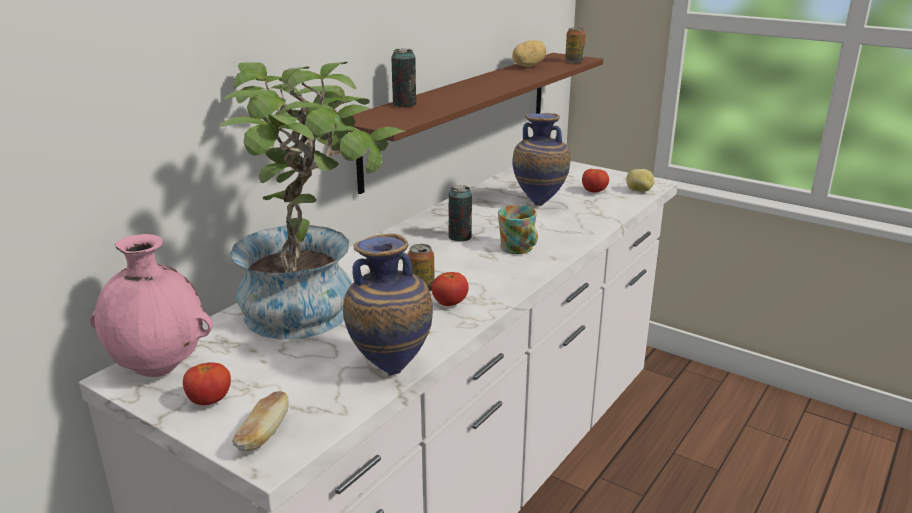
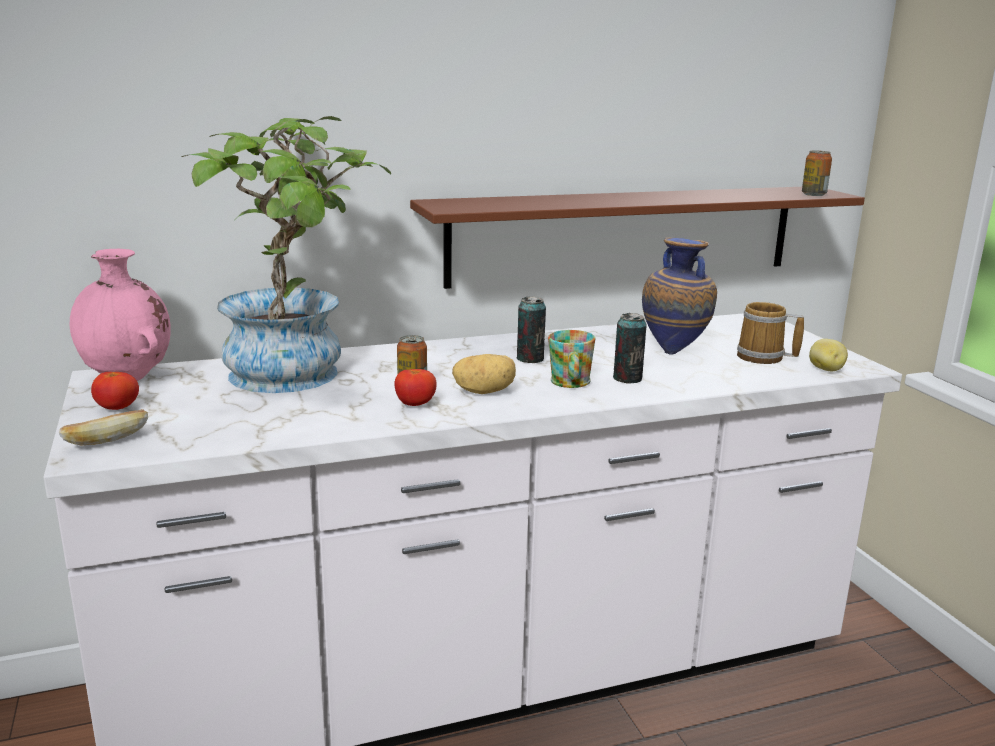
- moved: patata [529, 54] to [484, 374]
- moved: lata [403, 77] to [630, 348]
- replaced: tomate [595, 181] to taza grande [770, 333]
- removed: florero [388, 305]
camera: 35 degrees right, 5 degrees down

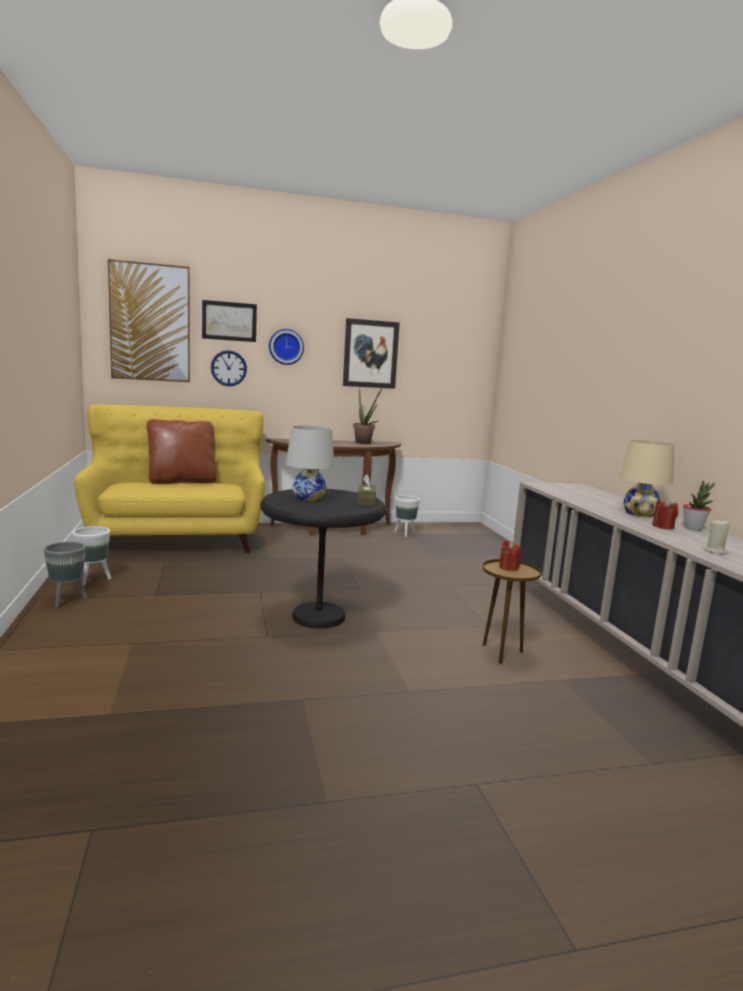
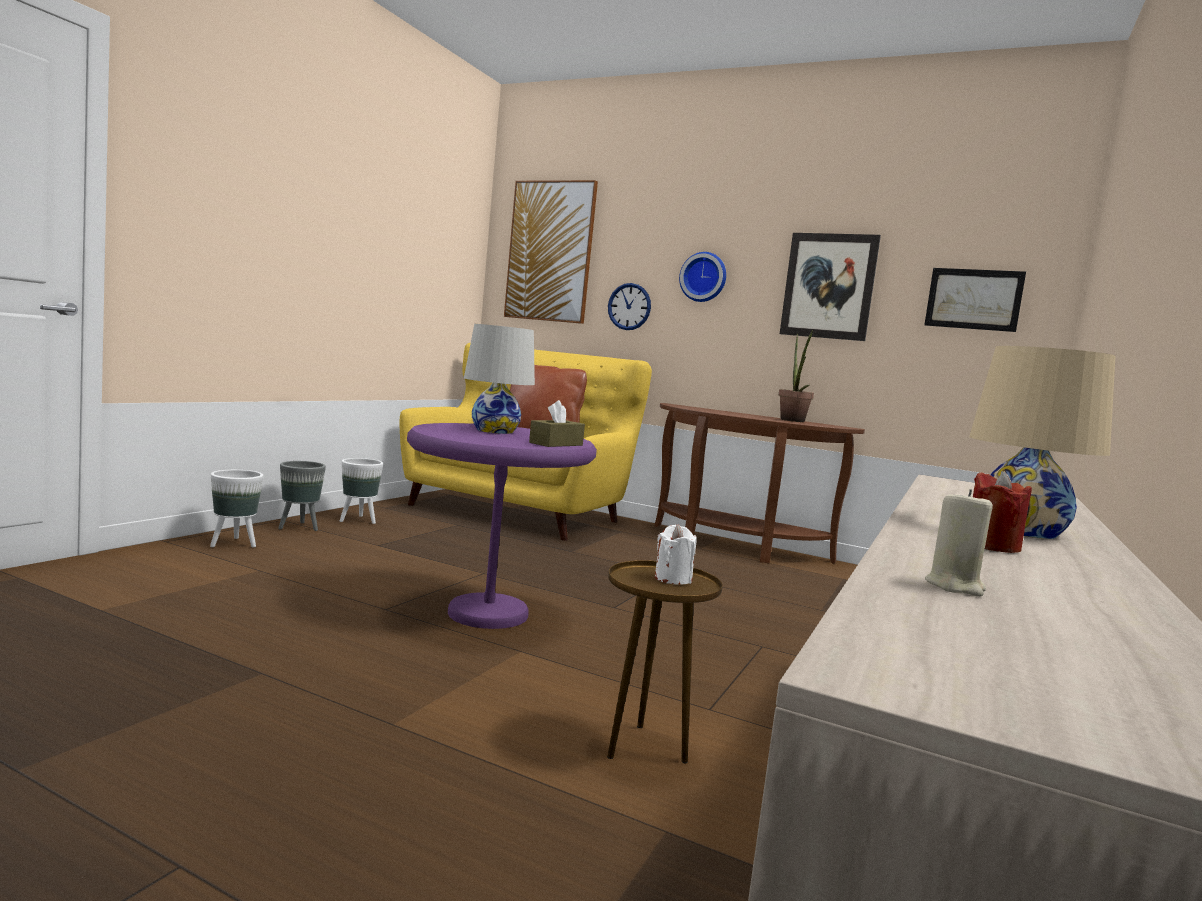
- moved: maceta (blanco) [407, 516] to [236, 508]
- recoloured: mesa auxiliar (negro) [323, 559] to mesa auxiliar (morado) [502, 526]
- recoloured: vela (rojo) [510, 556] to vela (blanco) [676, 554]
- moved: cuadro [229, 321] to [975, 300]
- removed: planta en maceta [698, 505]
camera: 40 degrees right, 5 degrees down

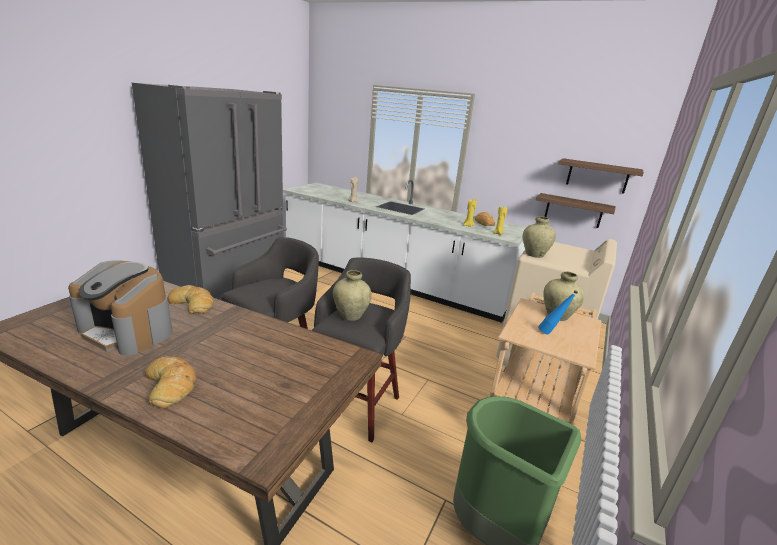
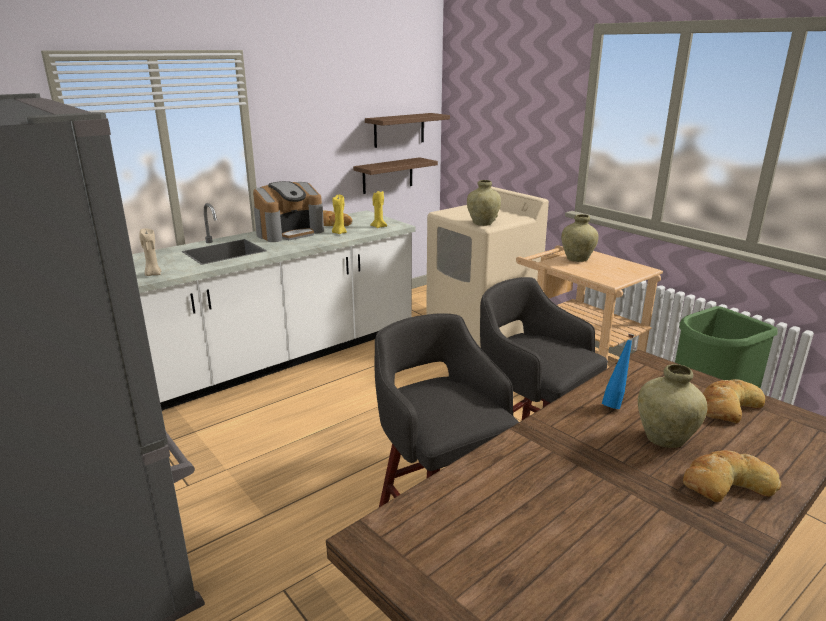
- moved: cafetera [120, 308] to [288, 211]
- moved: botella (azul) [558, 312] to [618, 371]
- moved: florero (beis) [352, 295] to [673, 406]
- moved: pan [191, 299] to [734, 401]
camera: 65 degrees left, 0 degrees up

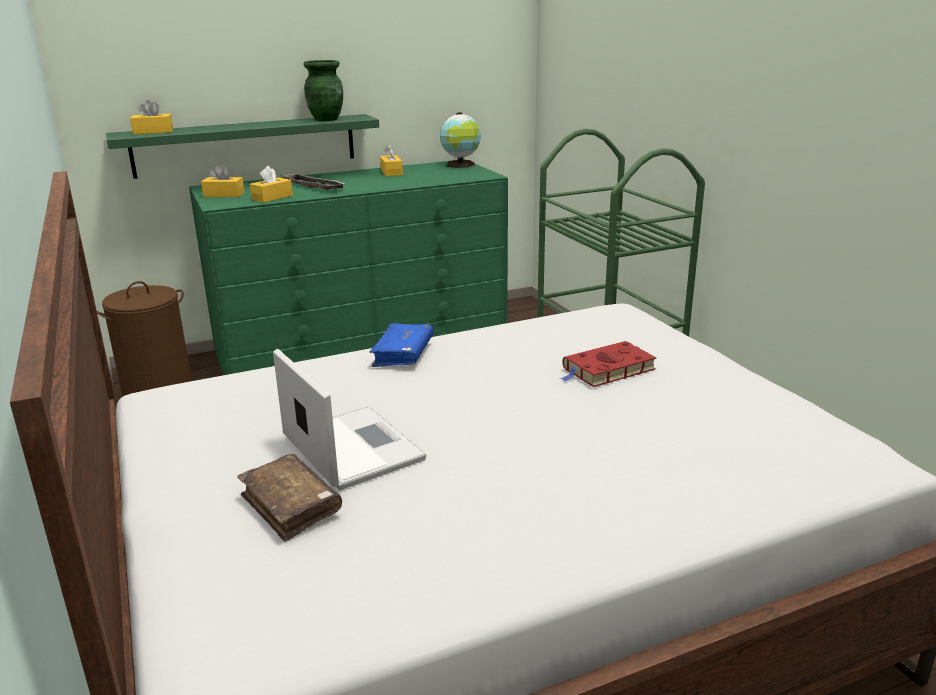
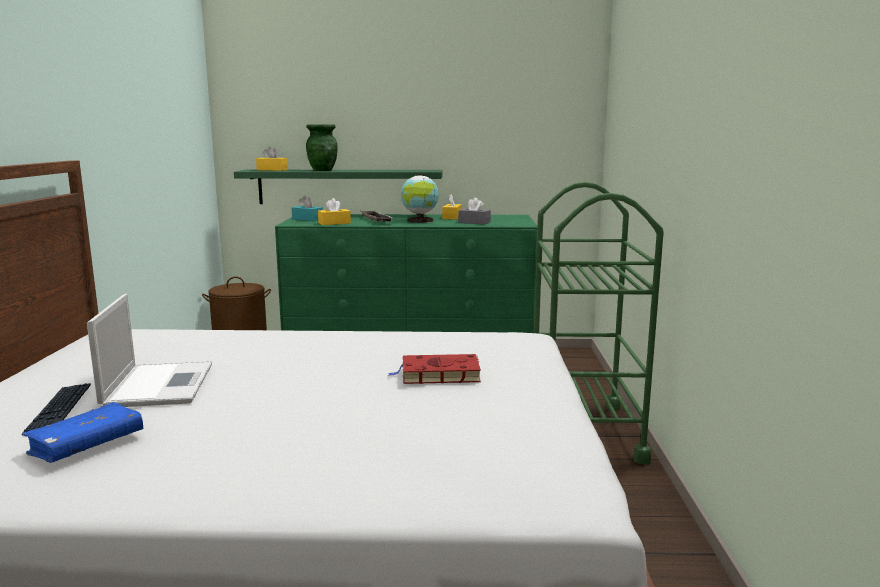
- moved: libro (azul) [401, 345] to [82, 432]
- replaced: libro (marrón) [289, 498] to teclado [57, 407]
- recoloured: caja de pañuelos (amarillo) [223, 180] to caja de pañuelos (turquesa) [307, 208]
- moved: florero (verde) [323, 90] to [322, 147]
- moved: globo terráqueo [460, 140] to [420, 198]
- added: caja de pañuelos (gris) [474, 211]
camera: 25 degrees right, 10 degrees down

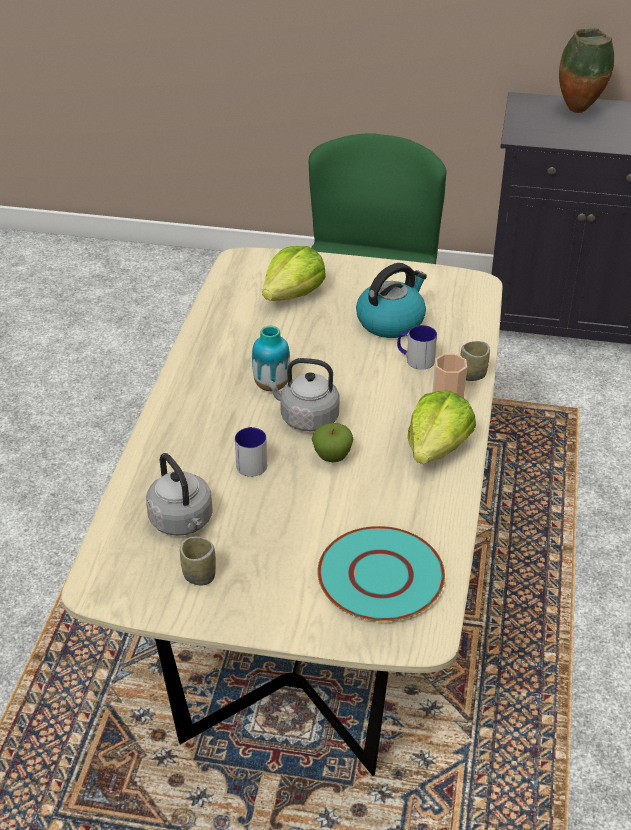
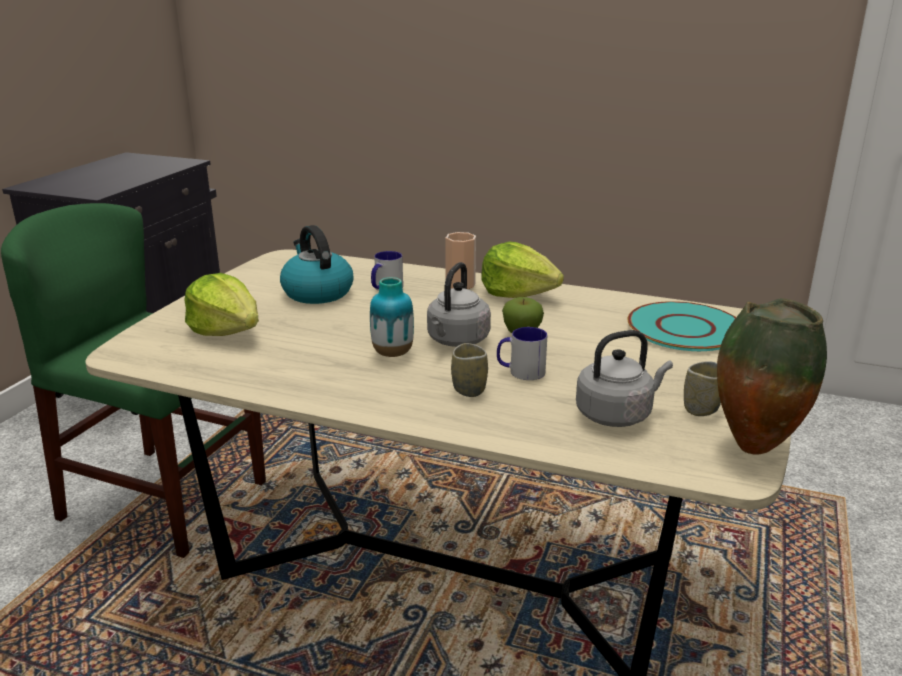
- moved: taza [475, 361] to [469, 370]
- moved: florero [586, 70] to [772, 376]
camera: 80 degrees left, 15 degrees down

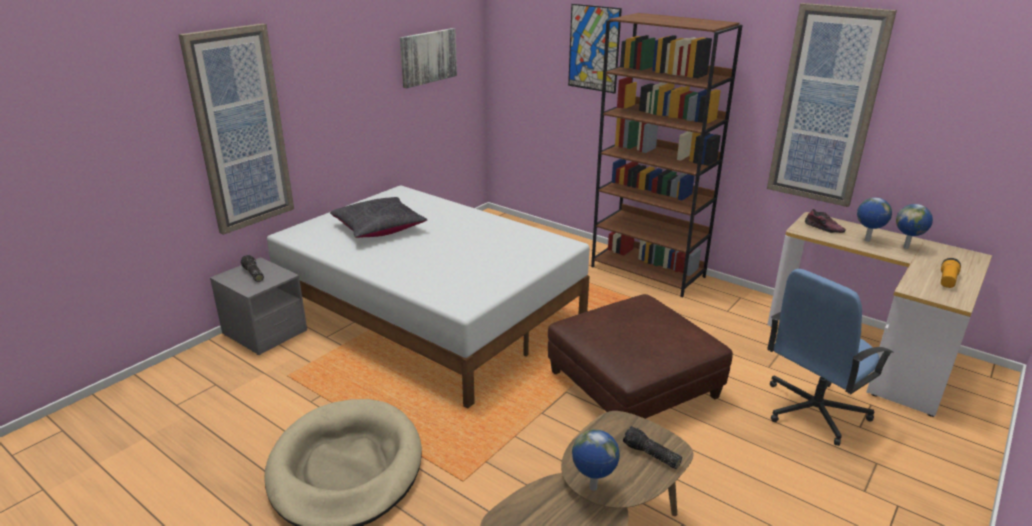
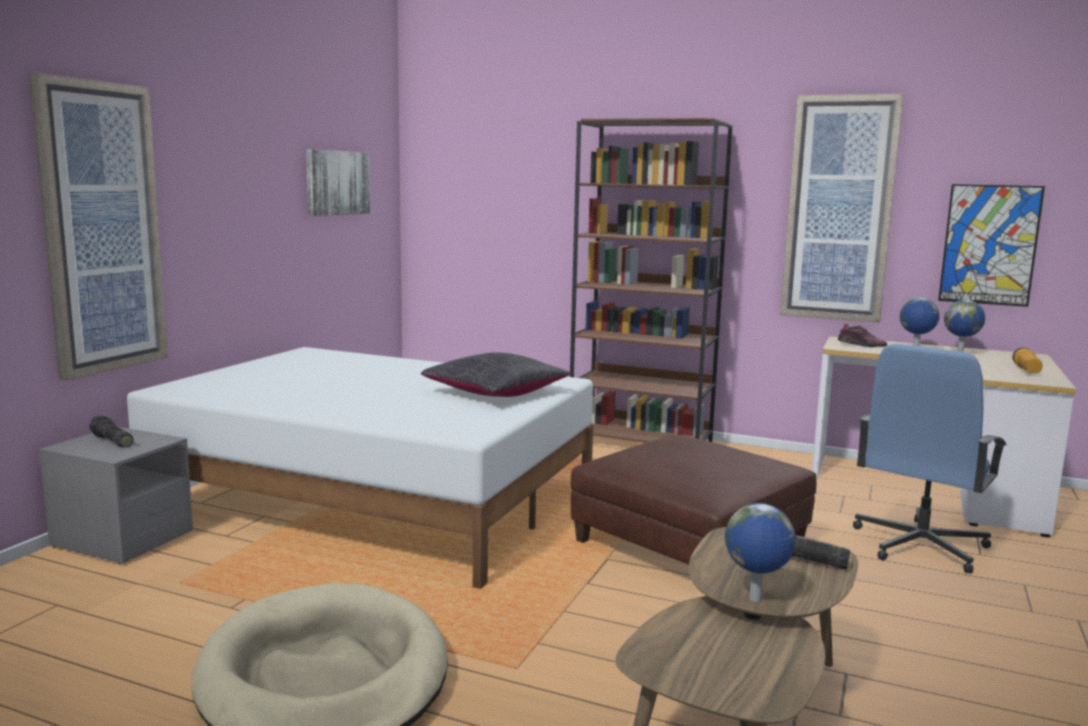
- moved: cojín (negro) [378, 217] to [496, 374]
- moved: cuadro [595, 49] to [991, 245]
camera: 15 degrees left, 15 degrees down

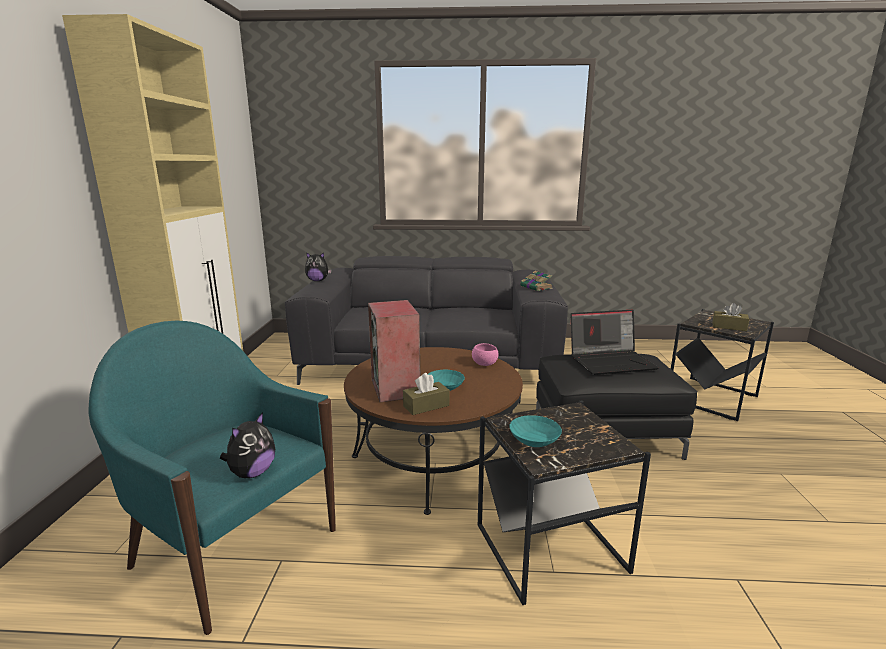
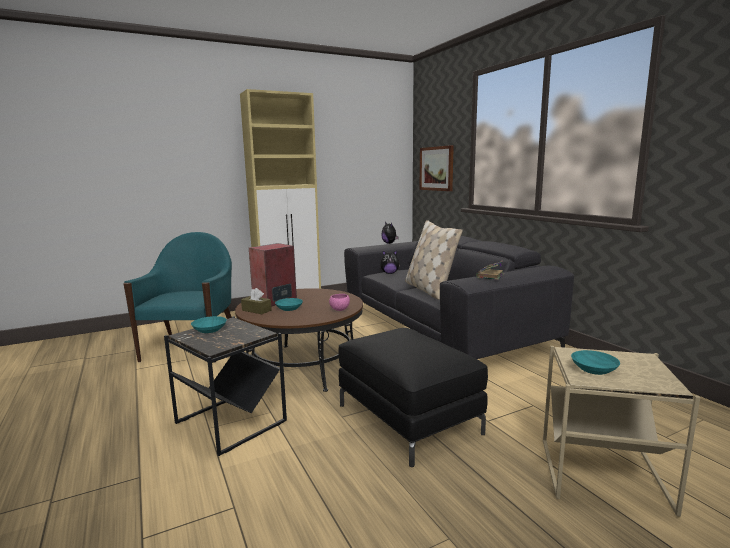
- moved: peluche [247, 445] to [390, 262]
- added: cojín (beis) [434, 260]
- added: cuadro [437, 168]
- recoloured: mesa auxiliar (negro) [722, 365] to mesa auxiliar (beis) [621, 431]
- replaced: caja de pañuelos (marrón) [730, 317] to cuenco (turquesa) [595, 362]
- removed: portátil [614, 342]
camera: 60 degrees right, 5 degrees down

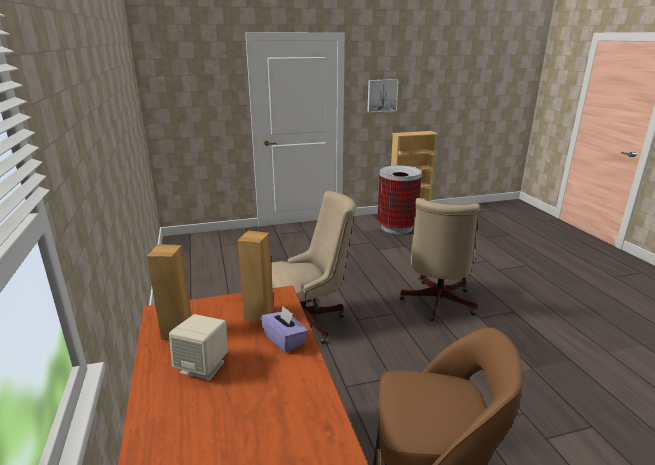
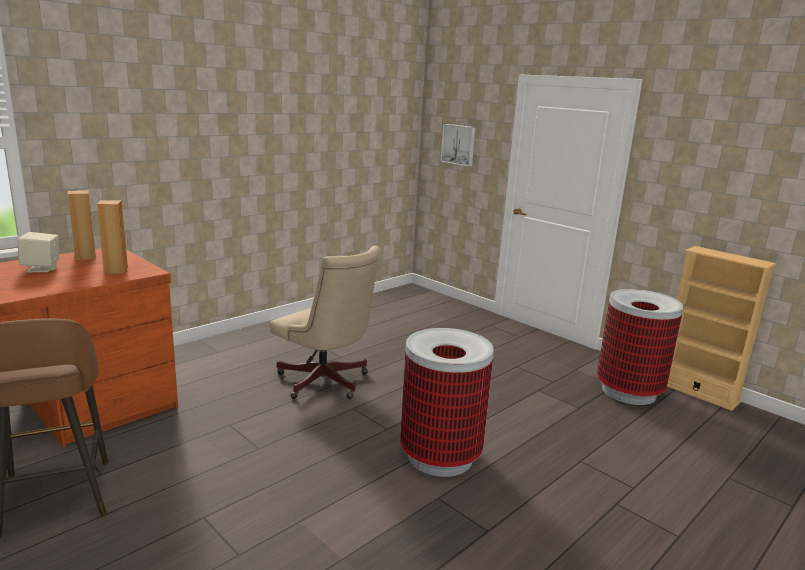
- replaced: silla de oficina (beis) [439, 259] to papelera [447, 402]
- moved: cuadro [383, 95] to [458, 145]
- removed: caja de pañuelos (morado) [284, 329]
camera: 60 degrees right, 5 degrees down

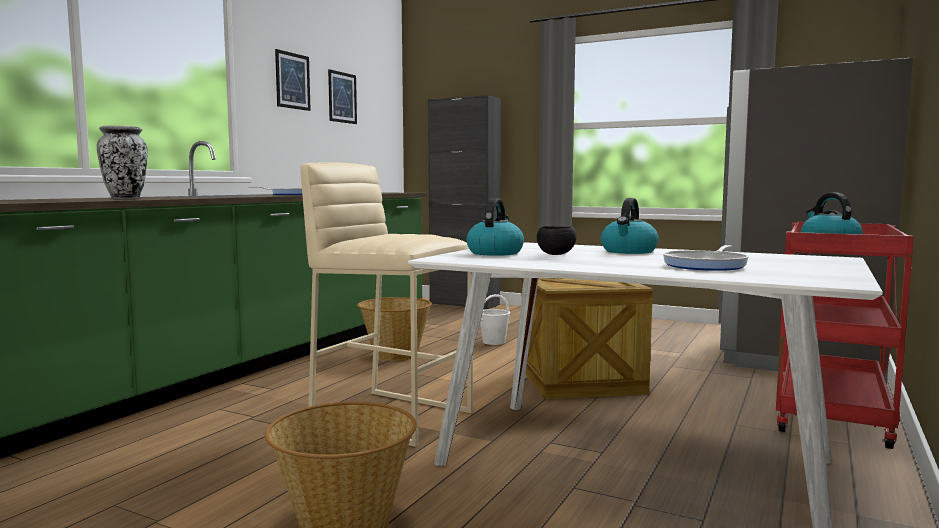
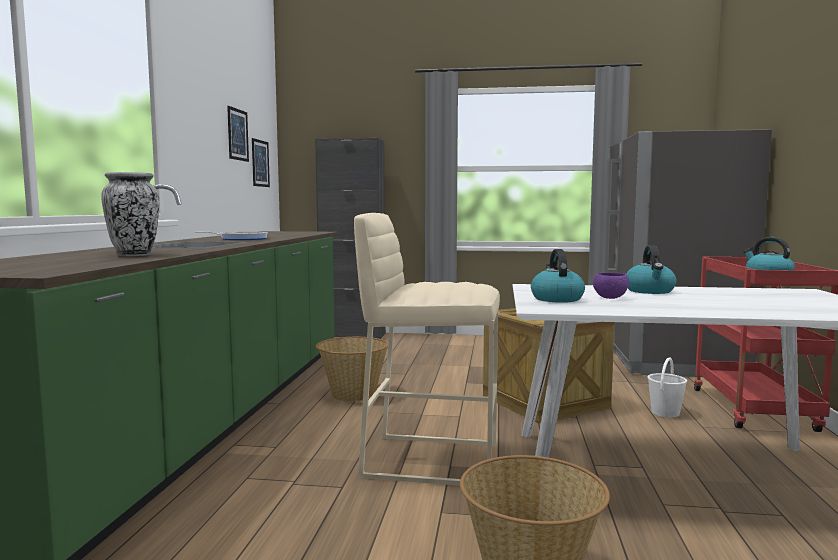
- moved: cuadro [293, 80] to [261, 162]
- recoloured: cuenco (negro) [557, 240] to cuenco (morado) [611, 286]
- moved: cubo (blanco) [495, 319] to [667, 387]
- removed: sartén [706, 258]
camera: 20 degrees left, 0 degrees up

